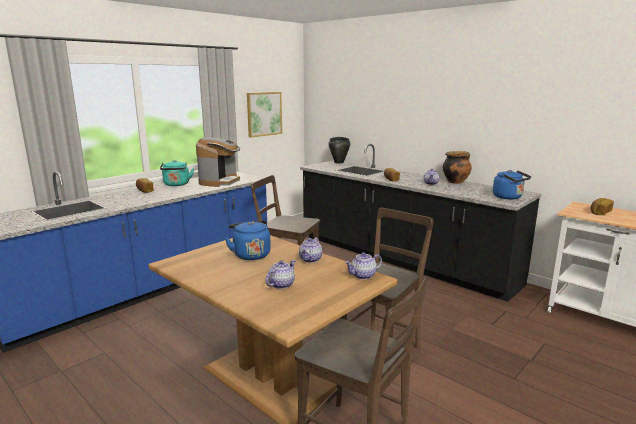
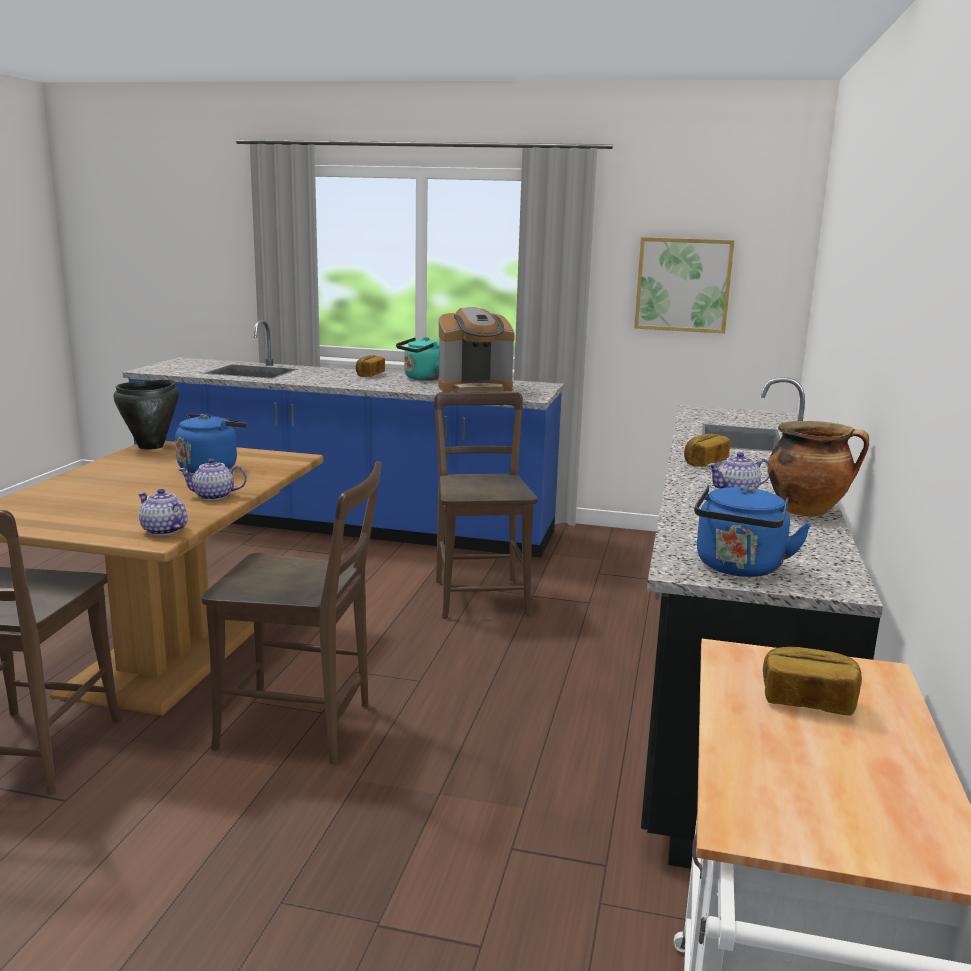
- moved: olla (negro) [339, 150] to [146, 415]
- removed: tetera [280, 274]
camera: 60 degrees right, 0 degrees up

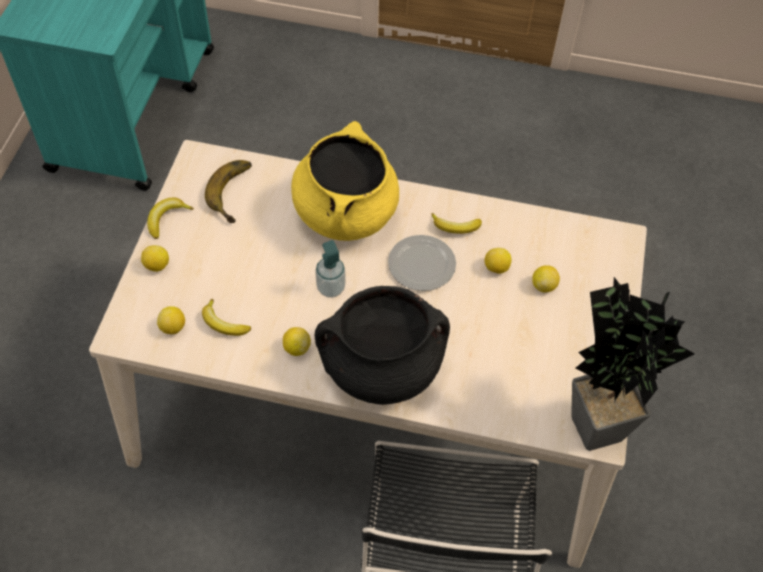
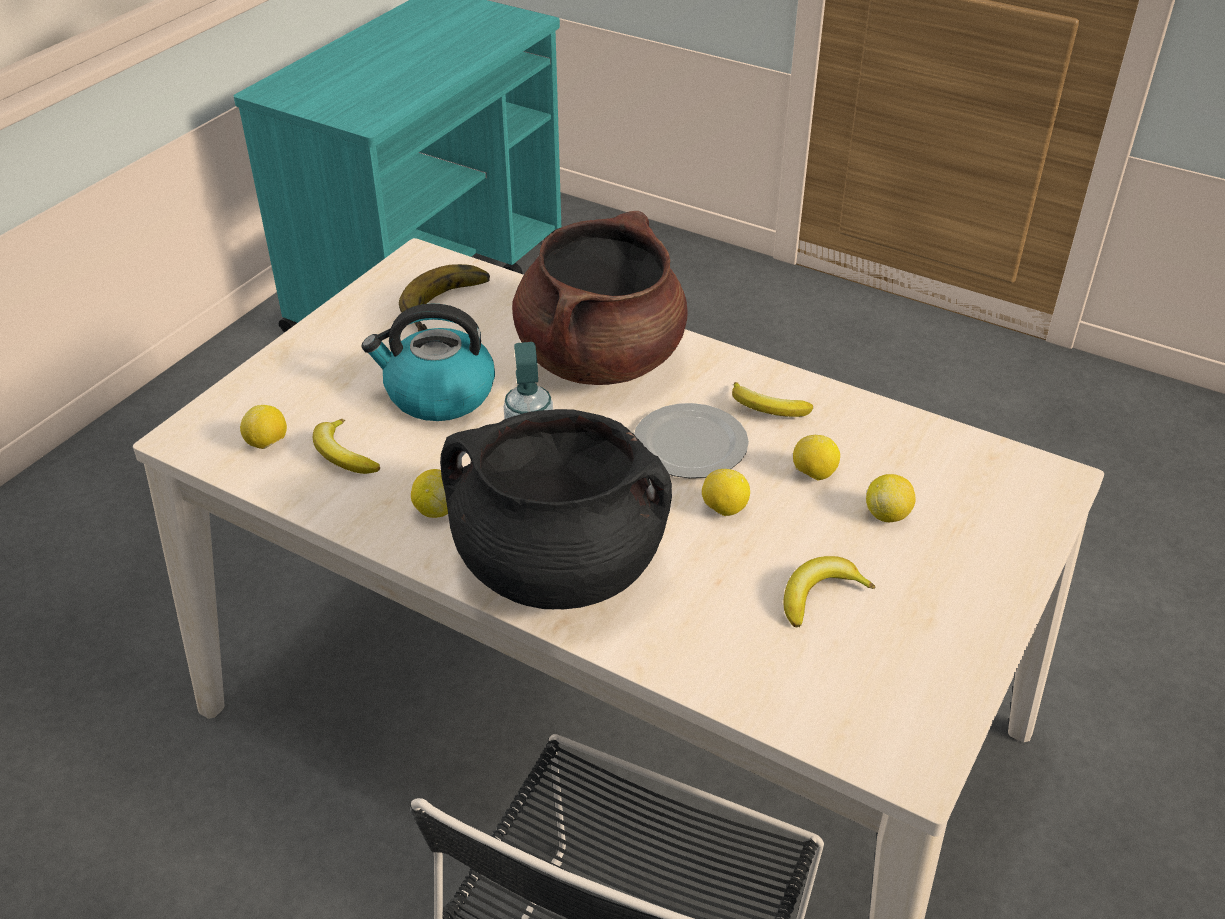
- added: hervidor [428, 362]
- recoloured: olla (amarillo) [345, 181] to olla (marrón) [600, 298]
- moved: limón [155, 258] to [726, 492]
- moved: plátano [170, 218] to [829, 591]
- removed: planta en maceta [633, 364]
camera: 20 degrees right, 15 degrees down

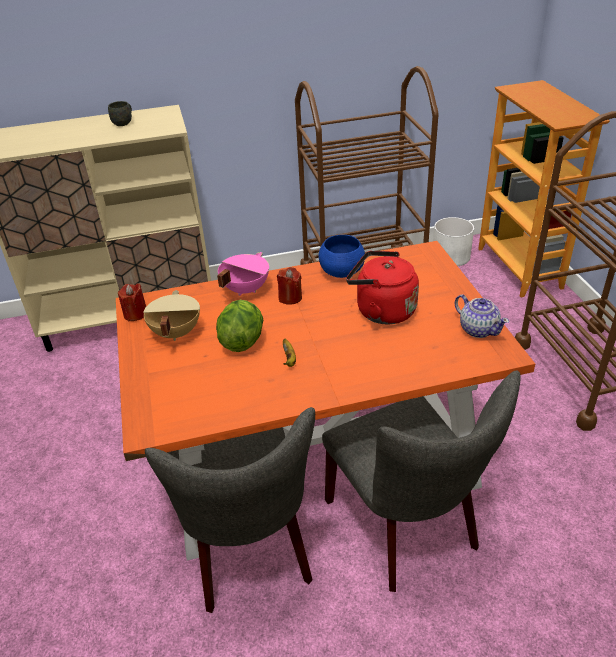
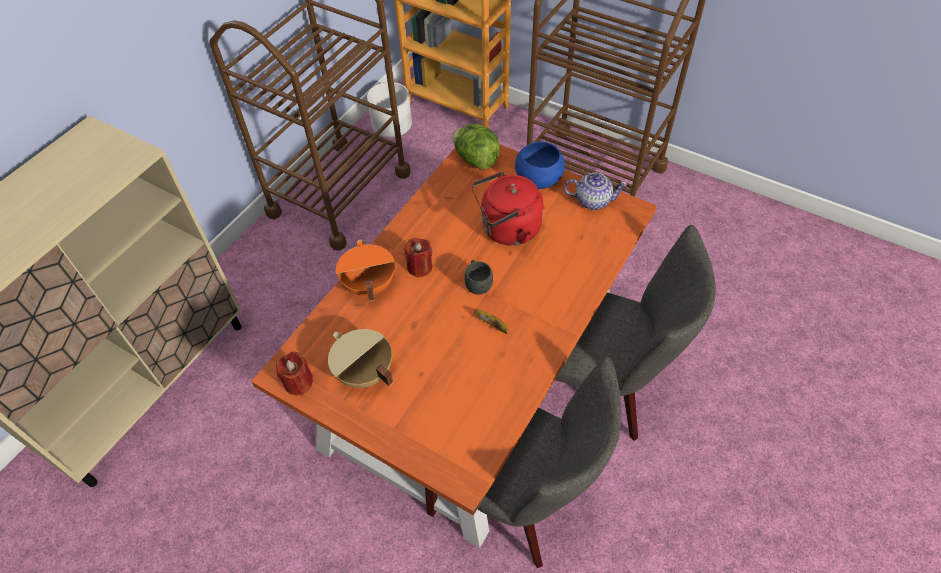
- recoloured: olla (rosa) [243, 274] to olla (naranja) [365, 270]
- moved: lechuga [239, 326] to [476, 146]
- moved: taza grande (gris) [120, 113] to [478, 277]
- moved: cuenco (azul) [342, 256] to [540, 165]
camera: 45 degrees left, 15 degrees up

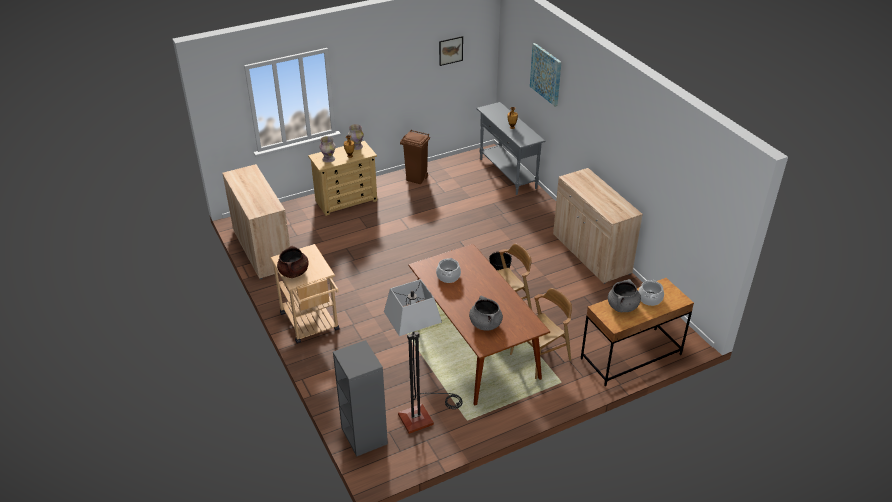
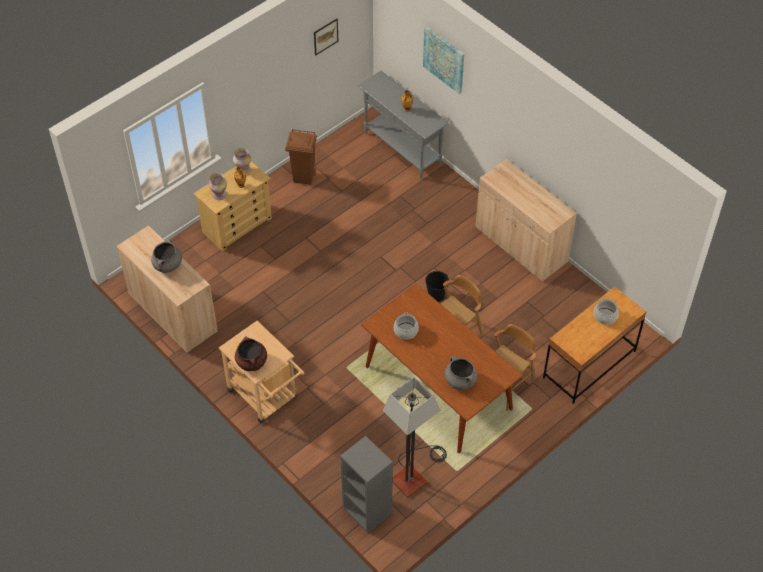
- moved: olla (gris) [624, 295] to [166, 256]
camera: 15 degrees left, 15 degrees up

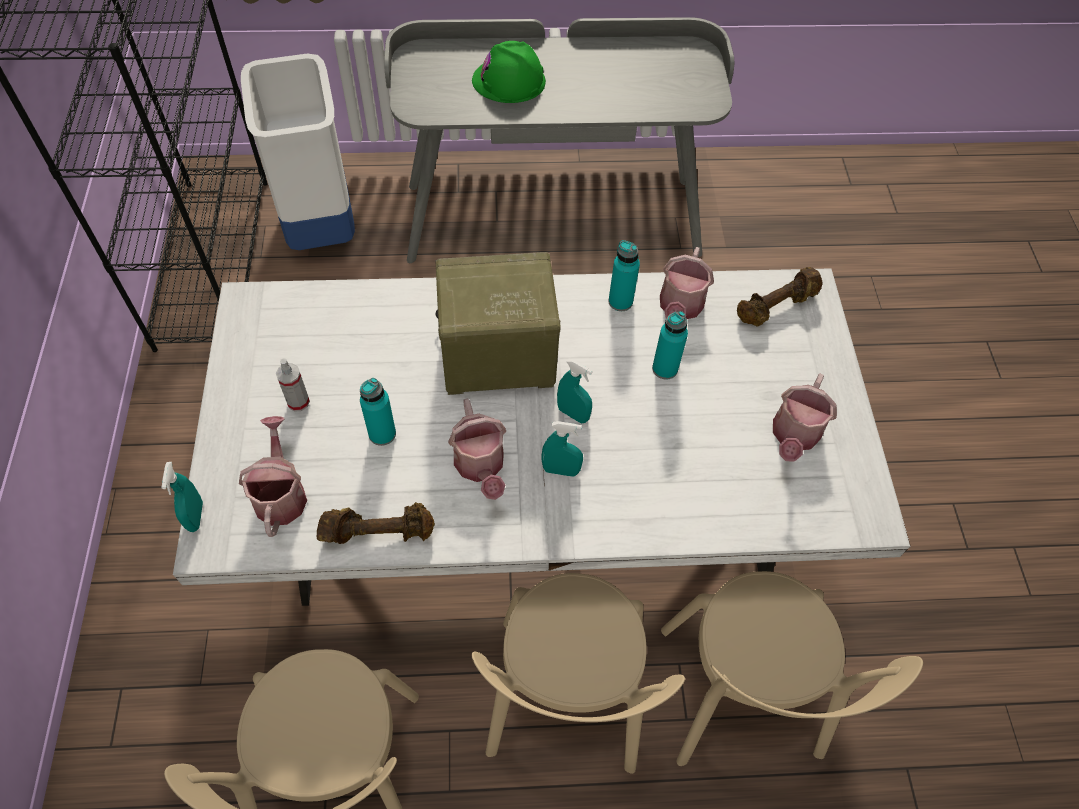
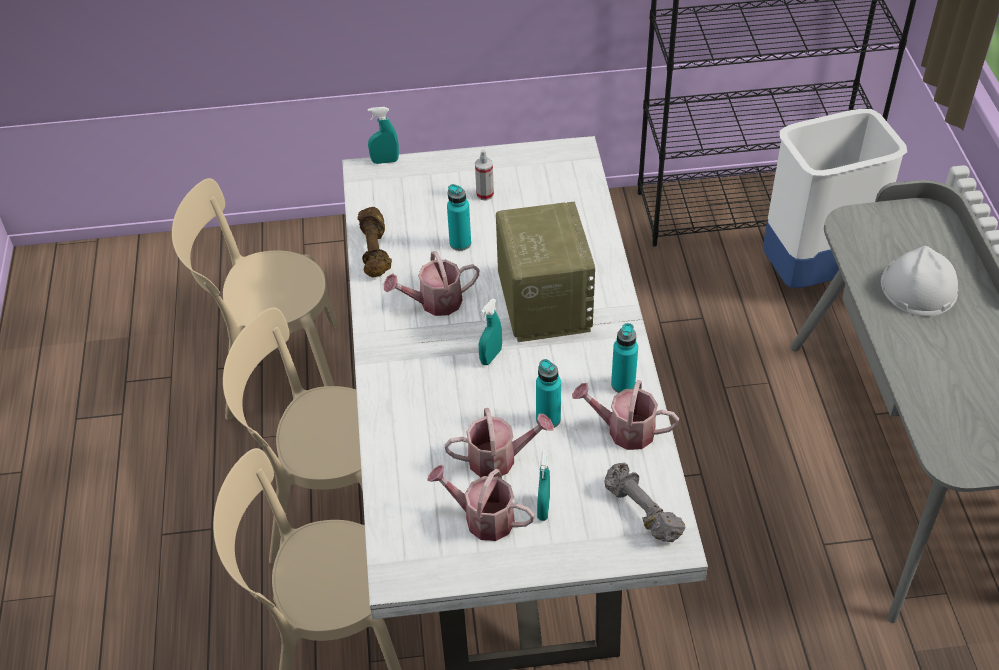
- moved: regadera [273, 476] to [499, 442]
- moved: pulverizador (turquesa) [562, 449] to [543, 485]
- recoloured: mancuerna (marrón) [780, 297] to mancuerna (gris) [644, 502]
- recoloured: casco (verde) [509, 72] to casco (blanco) [919, 281]
camera: 90 degrees right, 10 degrees down

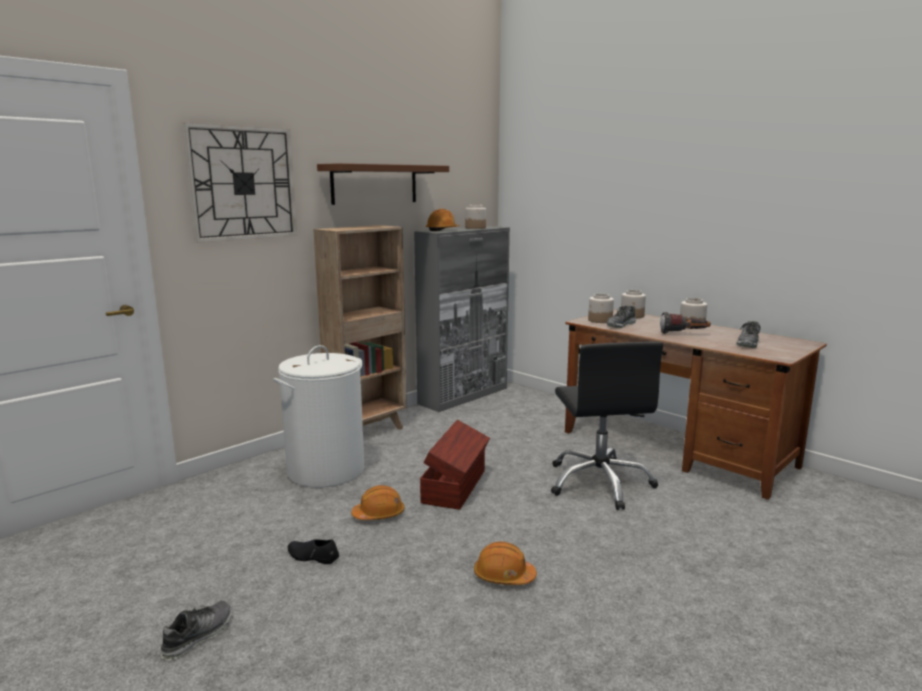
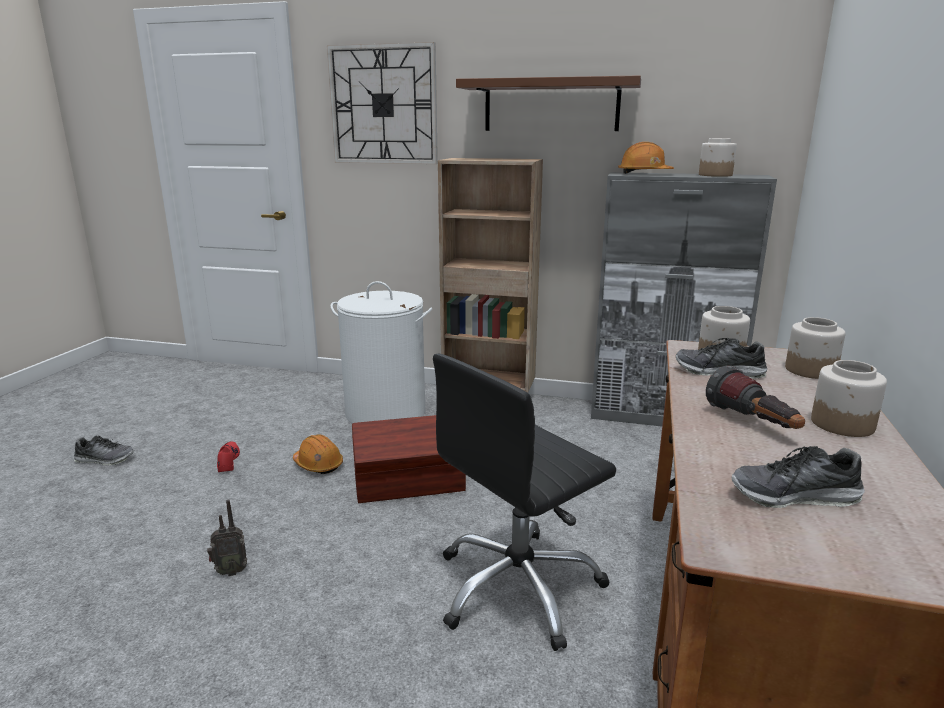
- replaced: casco (naranja) [505, 563] to radio [227, 537]
- recoloured: zapato (negro) [313, 551] to zapato (rojo) [228, 456]
camera: 60 degrees right, 5 degrees up

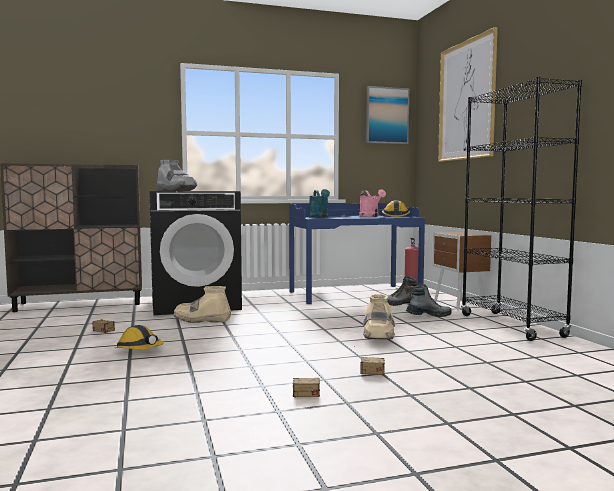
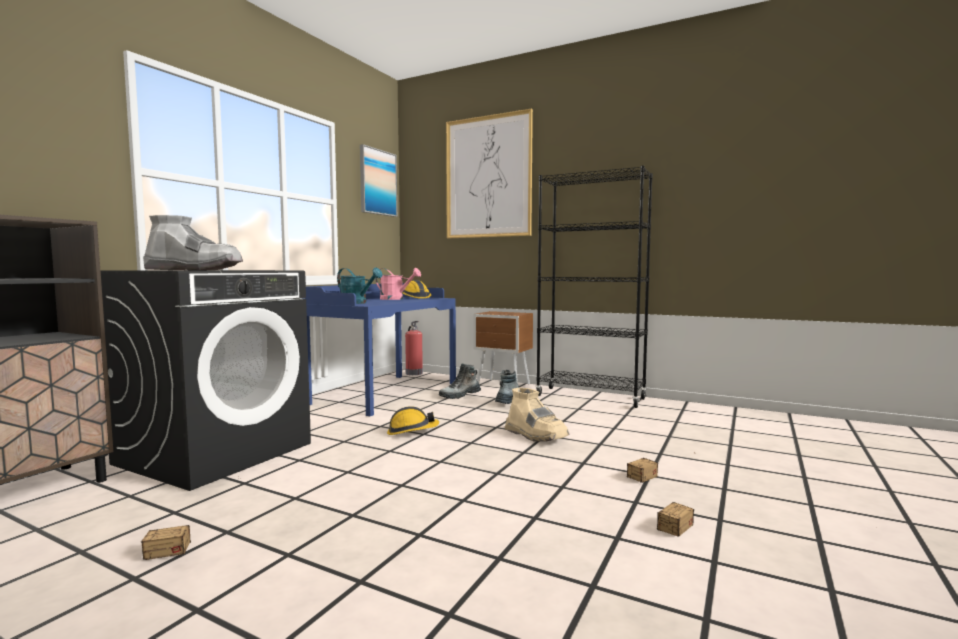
- moved: casco [139, 337] to [413, 420]
- removed: bota (beis) [202, 304]
camera: 45 degrees left, 0 degrees up

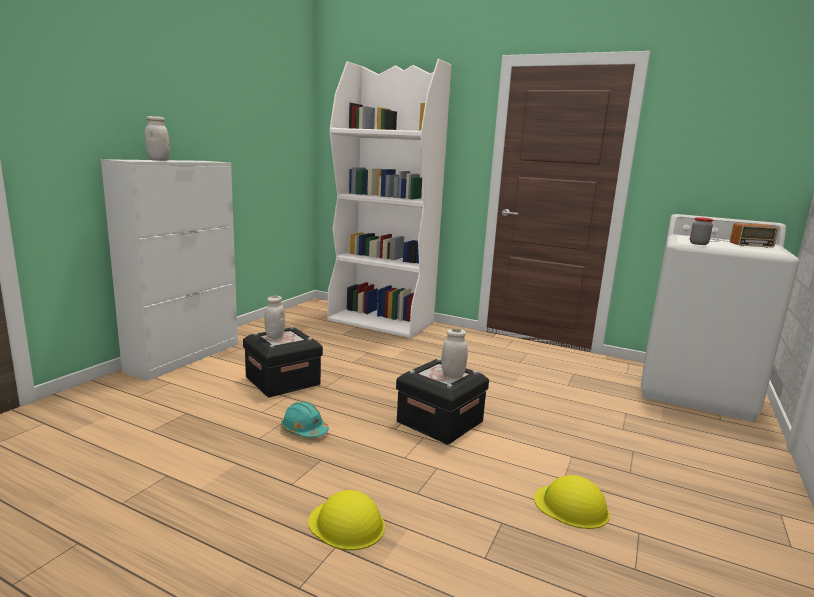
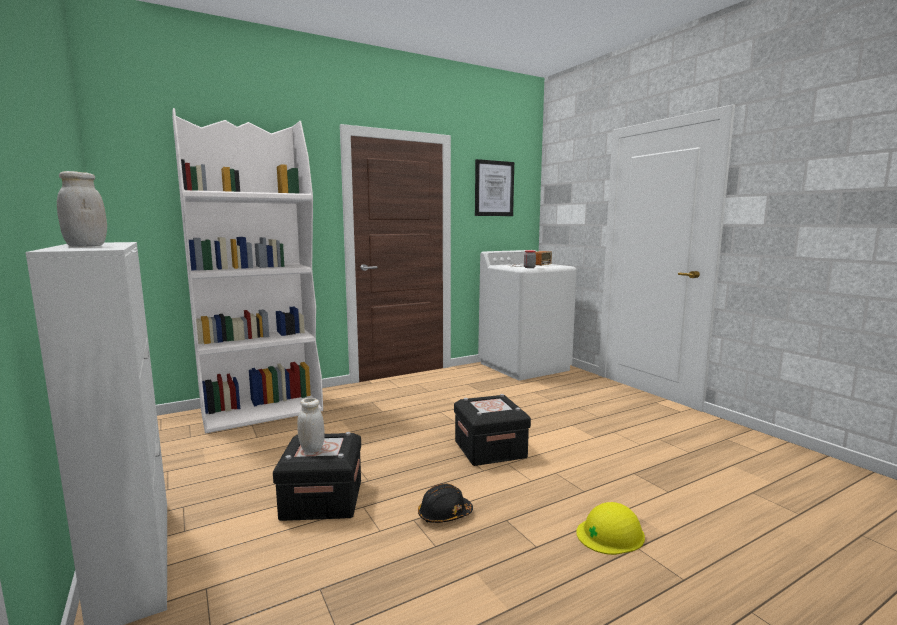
- recoloured: casco (turquesa) [305, 419] to casco (negro) [445, 503]
- added: cuadro [494, 187]
- removed: tarro (blanco) [454, 353]
- removed: casco (amarillo) [572, 502]
camera: 55 degrees left, 5 degrees down

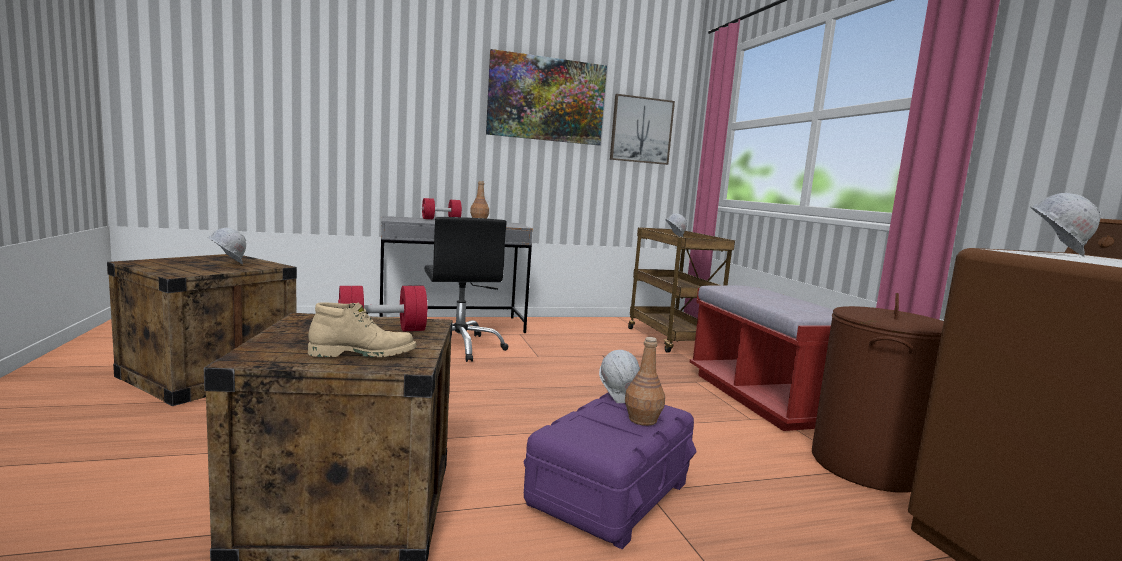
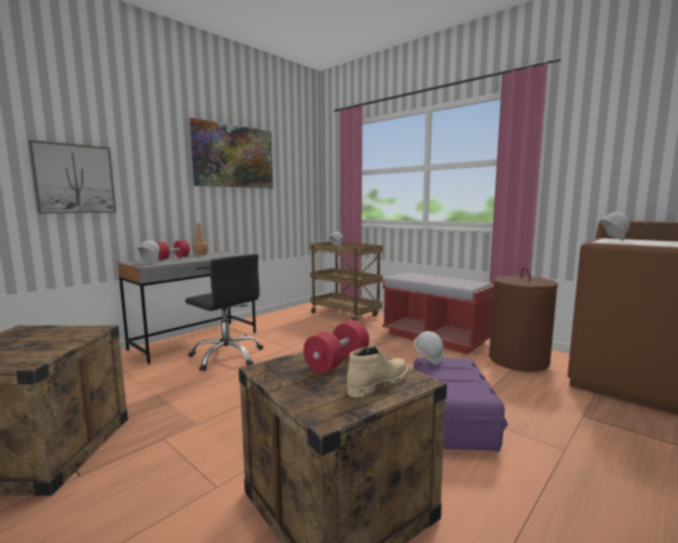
- moved: cuadro [642, 129] to [72, 177]
- moved: casco (blanco) [226, 246] to [149, 251]
- removed: botella (marrón) [645, 381]
camera: 30 degrees left, 0 degrees up

